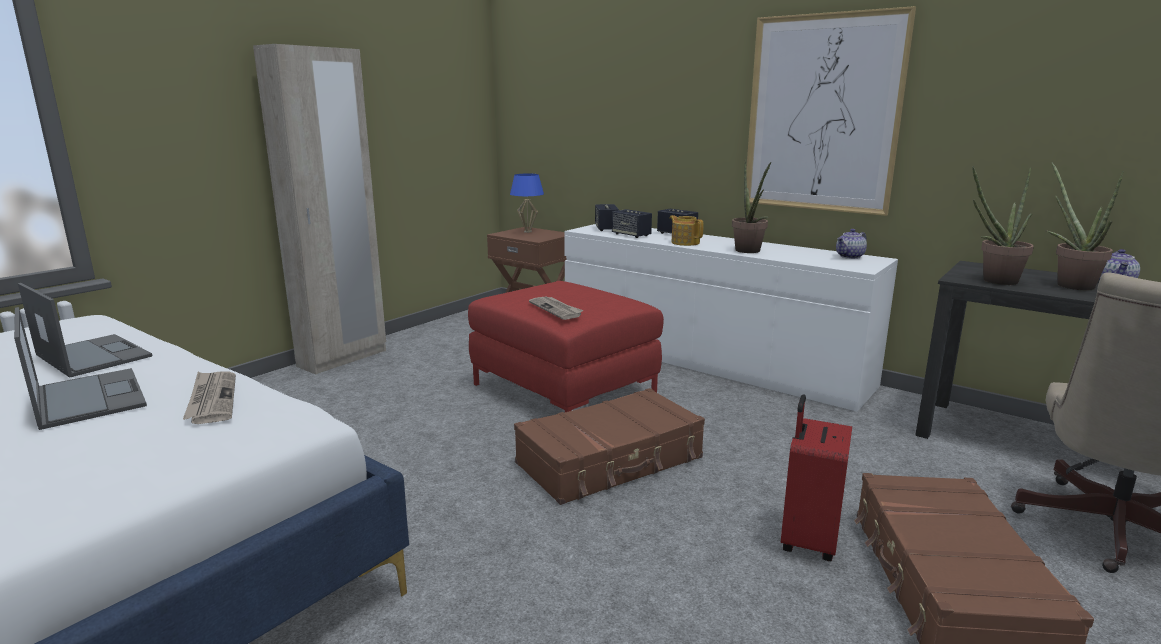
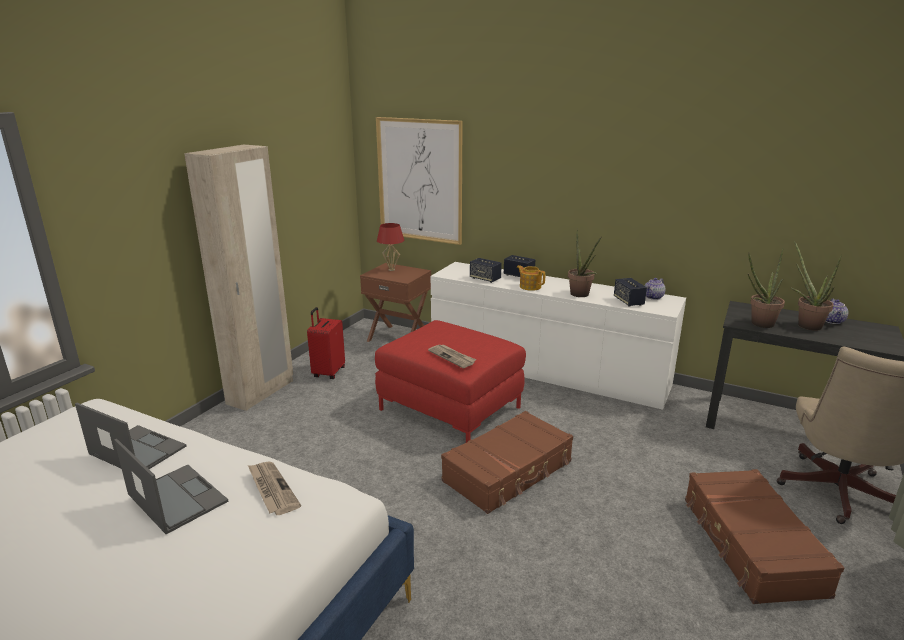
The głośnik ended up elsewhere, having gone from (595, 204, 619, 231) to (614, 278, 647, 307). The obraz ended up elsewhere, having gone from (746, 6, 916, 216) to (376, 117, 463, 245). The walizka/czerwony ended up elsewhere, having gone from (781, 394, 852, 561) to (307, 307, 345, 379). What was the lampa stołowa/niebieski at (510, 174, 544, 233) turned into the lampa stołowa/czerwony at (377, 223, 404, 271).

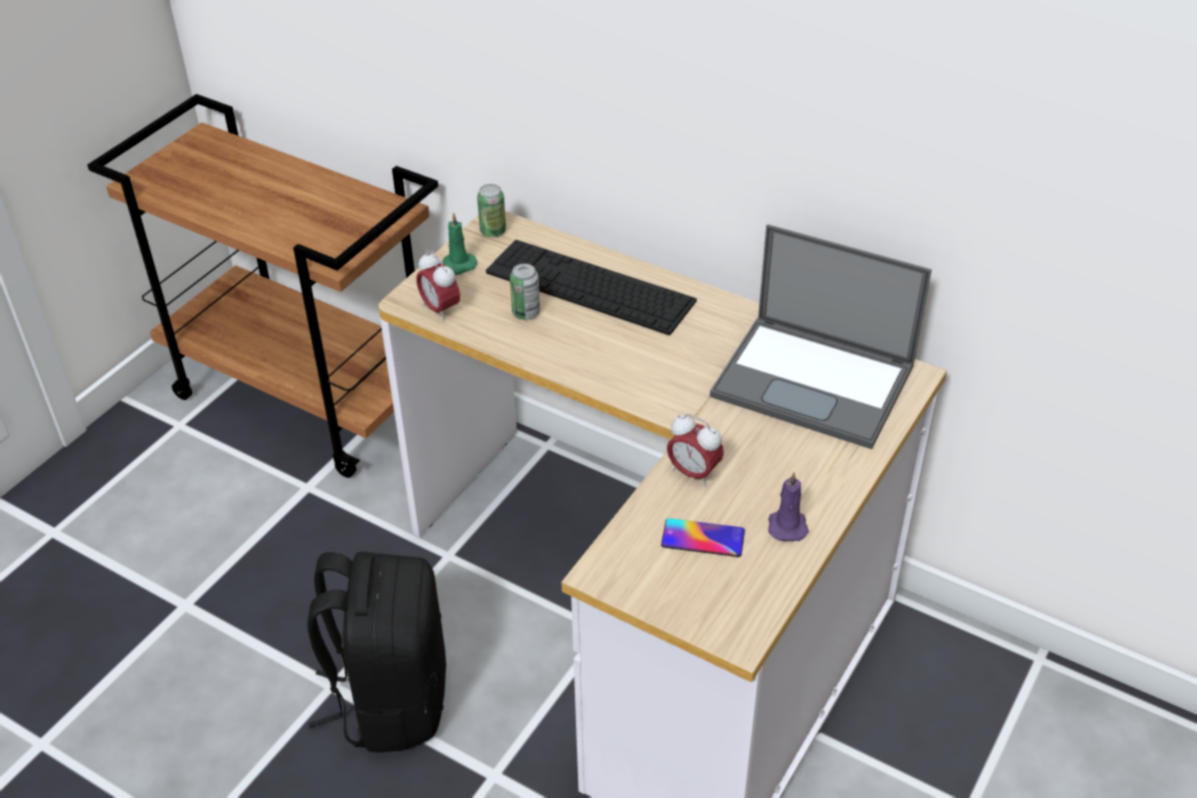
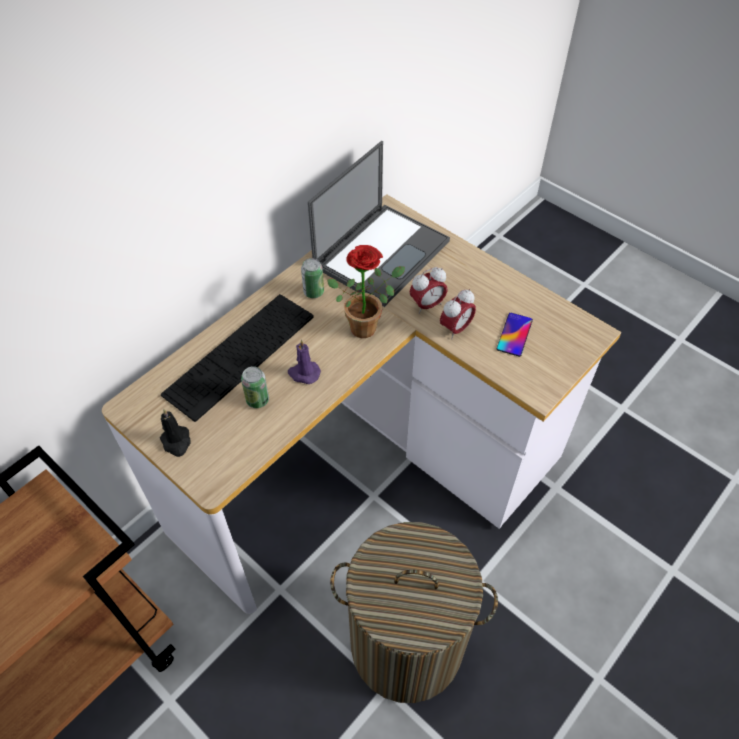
The second view gained the roślina doniczkowa at (327, 245, 405, 338). The budzik ended up elsewhere, having gone from (417, 251, 460, 321) to (410, 267, 448, 314). The puszka ended up elsewhere, having gone from (477, 184, 506, 237) to (301, 258, 324, 298). The świeca/fioletowy ended up elsewhere, having gone from (768, 472, 809, 541) to (288, 340, 321, 384). Where the plecak/czarny stood at (308, 552, 446, 752), the kosz na pranie came to stand at (330, 522, 498, 703). What was the świeca/zielony at (443, 213, 477, 275) turned into the świeca/czarny at (160, 409, 191, 457).

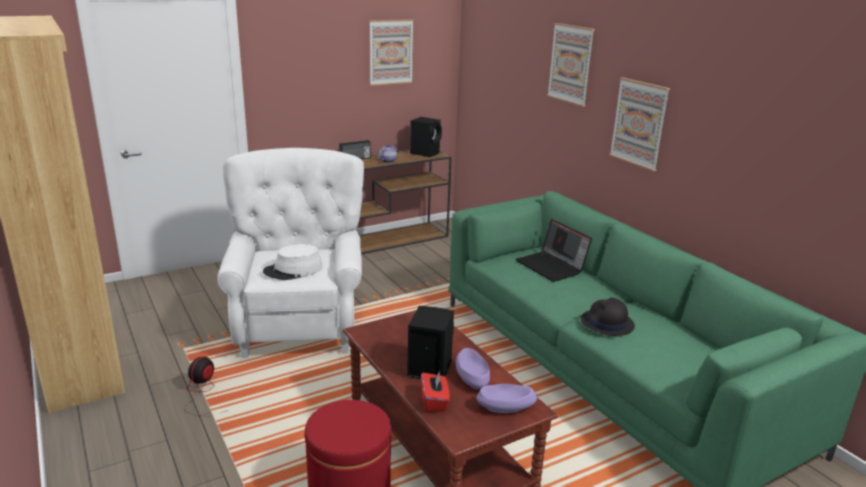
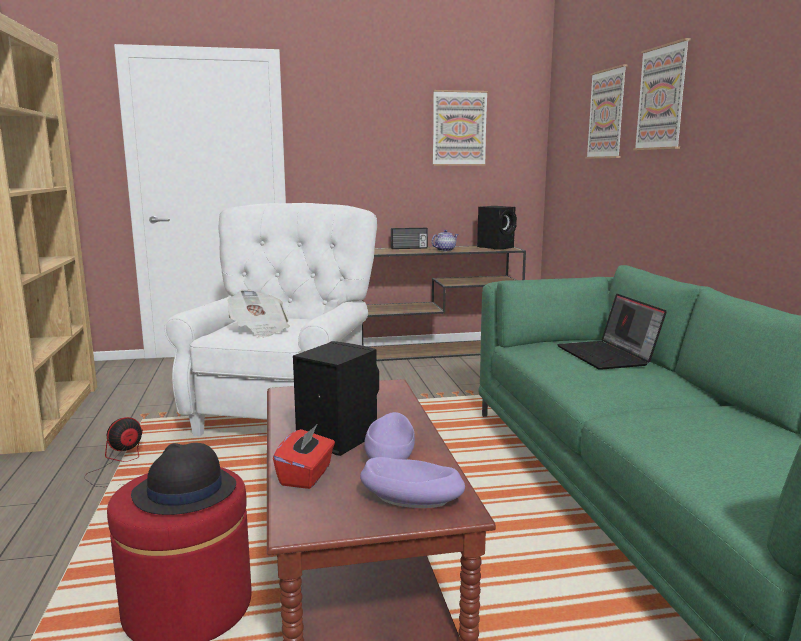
The kapelusz/czarny ended up elsewhere, having gone from (581, 298, 635, 336) to (131, 443, 236, 515). The obraz ended up elsewhere, having gone from (609, 77, 670, 171) to (585, 64, 628, 159). Where the kapelusz/biały stood at (263, 244, 323, 280), the gazeta came to stand at (227, 289, 290, 337).

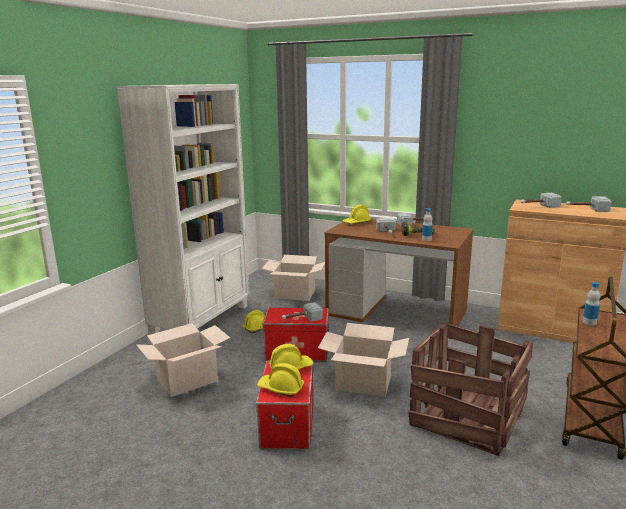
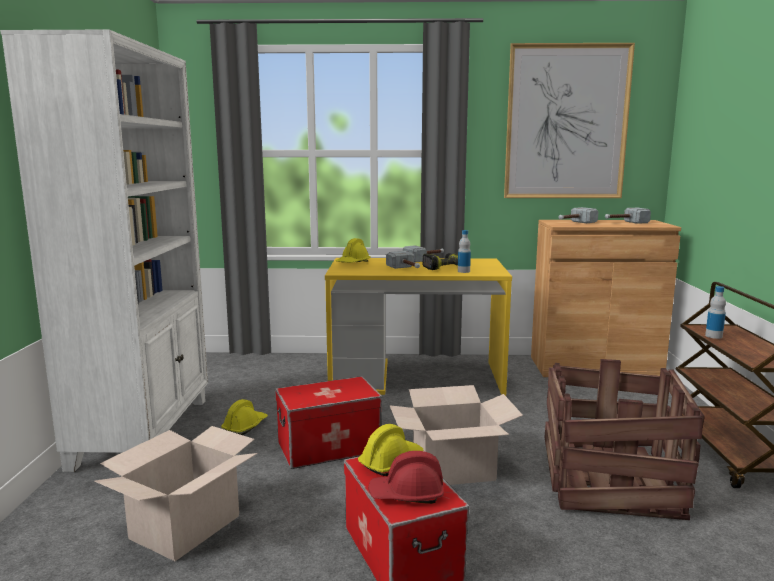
The second view lost the karton at (261, 255, 325, 301). The second view lost the młotek at (282, 302, 323, 321). The second view gained the obraz at (504, 43, 635, 198). What was the kask/żółty at (257, 363, 304, 397) turned into the kask/czerwony at (368, 451, 444, 504). What was the biurko/brązowy at (324, 218, 474, 339) turned into the biurko/żółty at (325, 258, 512, 396).

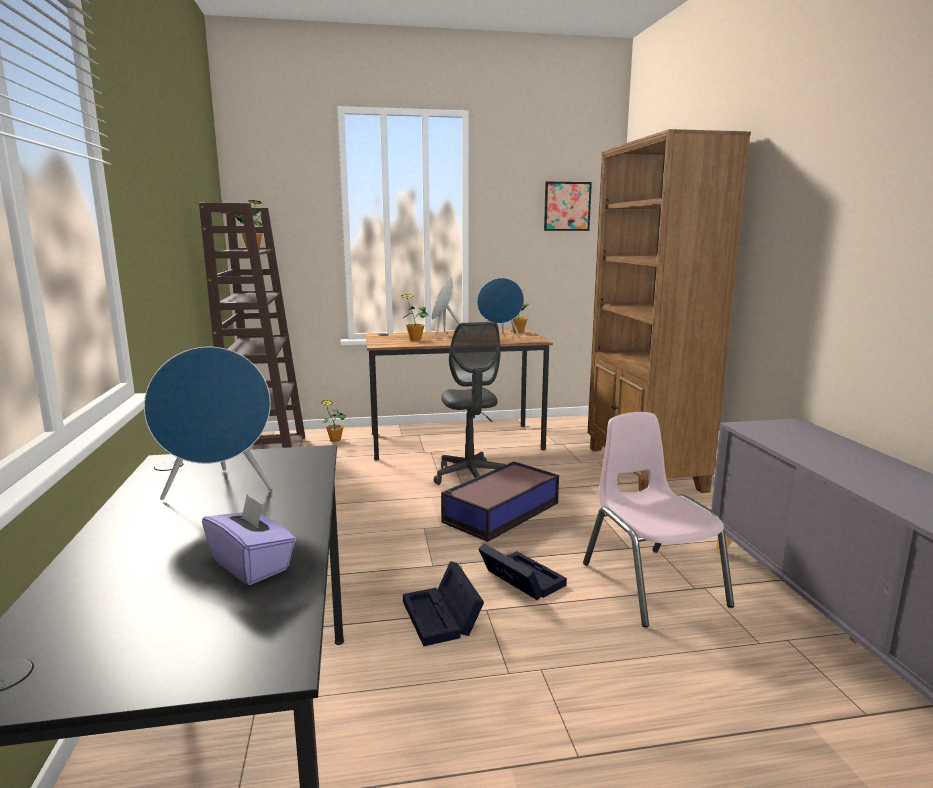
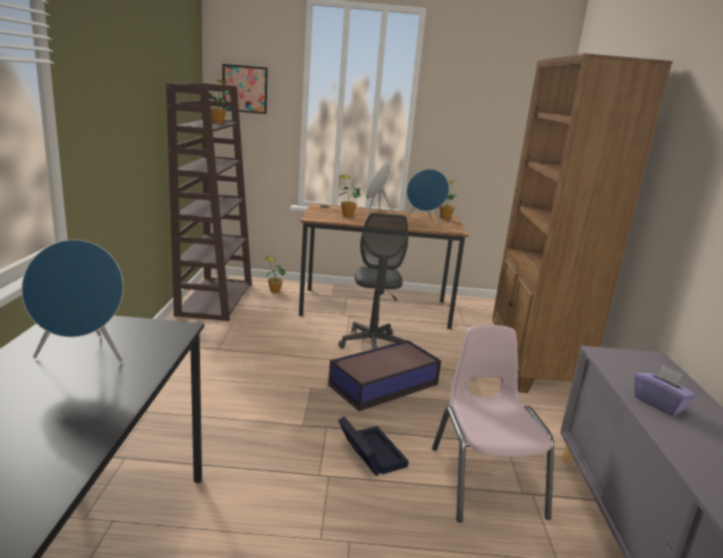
The second view lost the pojemnik do przechowywania/czarny at (403, 561, 484, 647). The pudełko chusteczek/fioletowy ended up elsewhere, having gone from (202, 494, 296, 585) to (635, 365, 696, 416). The obraz ended up elsewhere, having gone from (544, 182, 592, 231) to (223, 64, 268, 114).

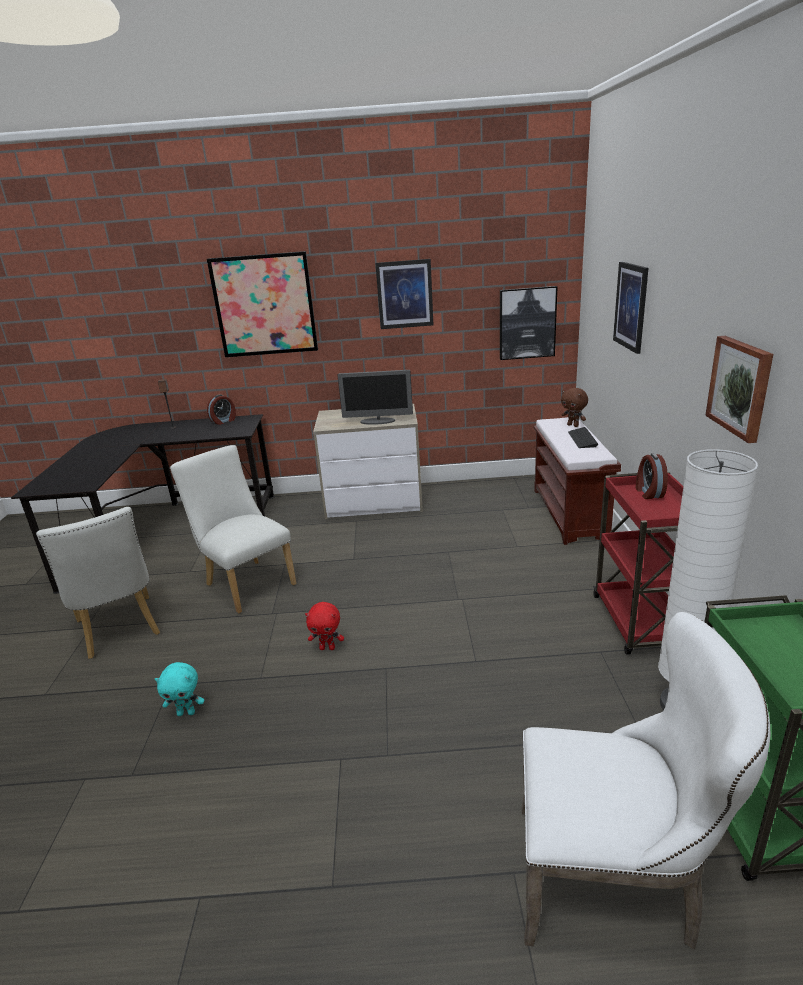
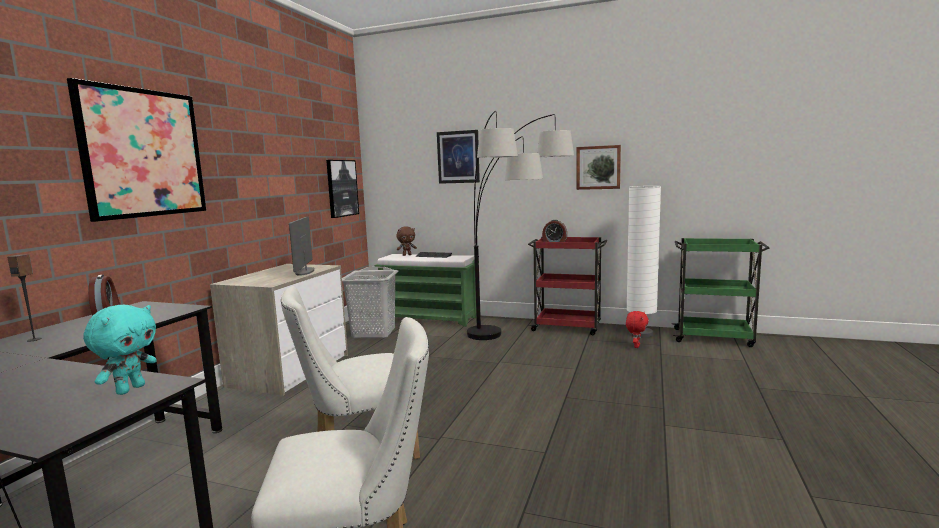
The second view lost the obraz at (375, 259, 434, 329). The second view lost the krzesło/biały at (522, 612, 770, 949). The second view gained the kosz na pranie/szary at (342, 267, 399, 338). The second view gained the lampa stojąca at (467, 111, 574, 340). The pluszak/turkusowy ended up elsewhere, having gone from (155, 662, 204, 716) to (83, 305, 157, 395). The pluszak/czerwony ended up elsewhere, having gone from (305, 602, 344, 650) to (626, 311, 649, 348). What was the ławka/brązowy at (534, 417, 621, 545) turned into the ławka/zielony at (374, 254, 476, 327). The monitor at (337, 370, 413, 425) ended up facing another way, 150 degrees clockwise from before.

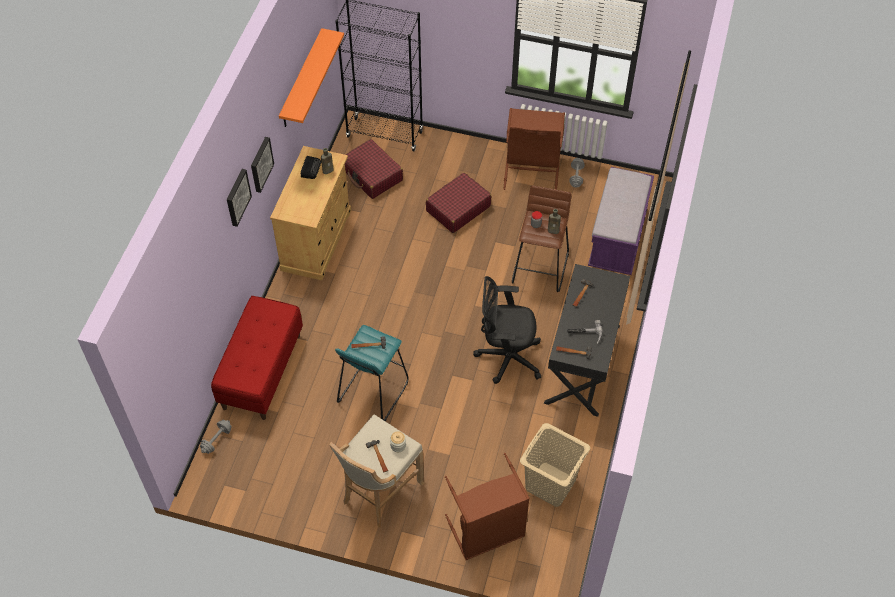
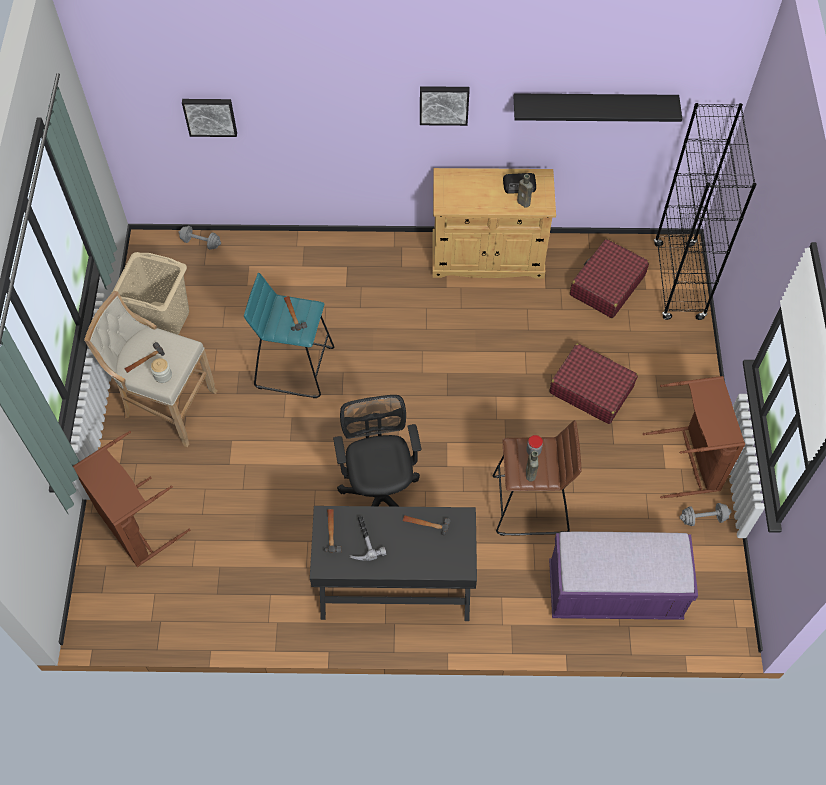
The second view lost the ławka/czerwony at (211, 296, 303, 420). The obraz ended up elsewhere, having gone from (227, 169, 252, 227) to (182, 99, 237, 137). The kosz na pranie/beżowy ended up elsewhere, having gone from (520, 423, 590, 507) to (111, 252, 189, 335). What was the półka/pomarańczowy at (279, 28, 344, 127) turned into the półka/czarny at (514, 93, 682, 122).

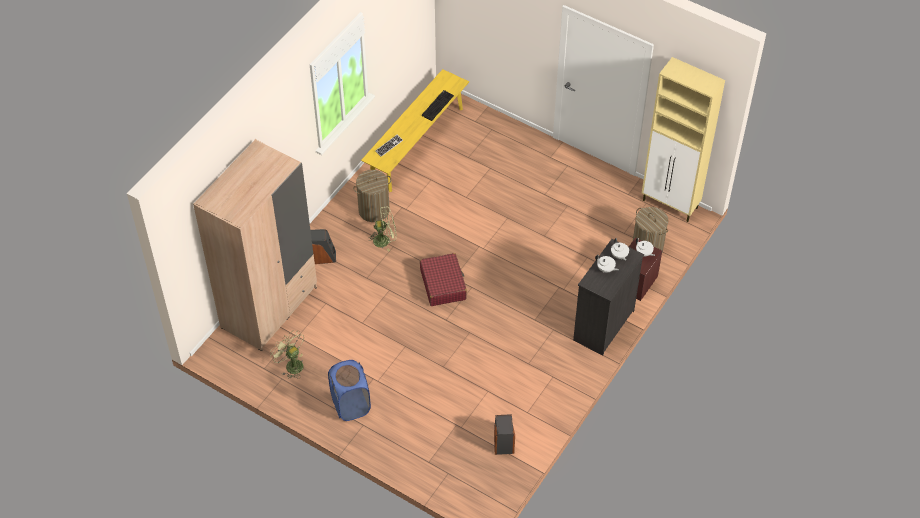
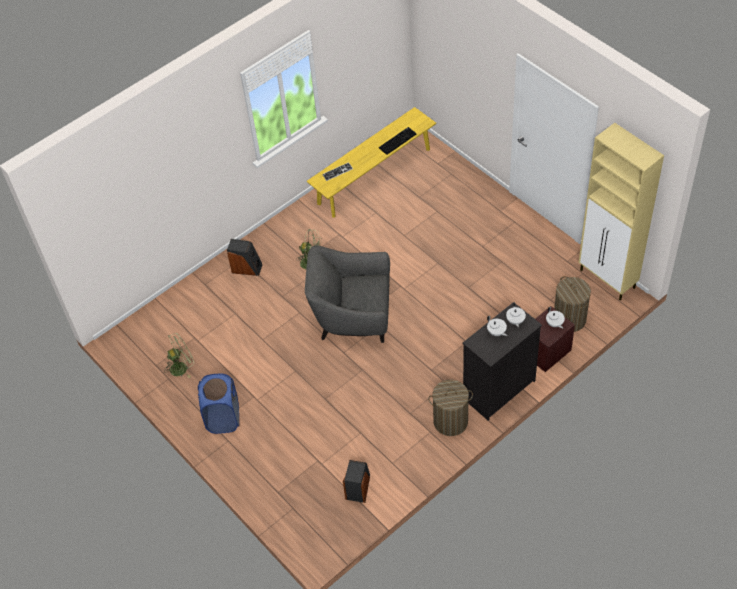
The second view lost the szafa/beżowy at (193, 139, 317, 351). The kosz na pranie ended up elsewhere, having gone from (353, 170, 391, 222) to (428, 380, 473, 436). Where the walizka/czerwony stood at (420, 253, 467, 306), the fotel/szary came to stand at (305, 245, 390, 343). The wentylator/zielony at (270, 331, 304, 379) ended up facing another way, 90 degrees clockwise from before.

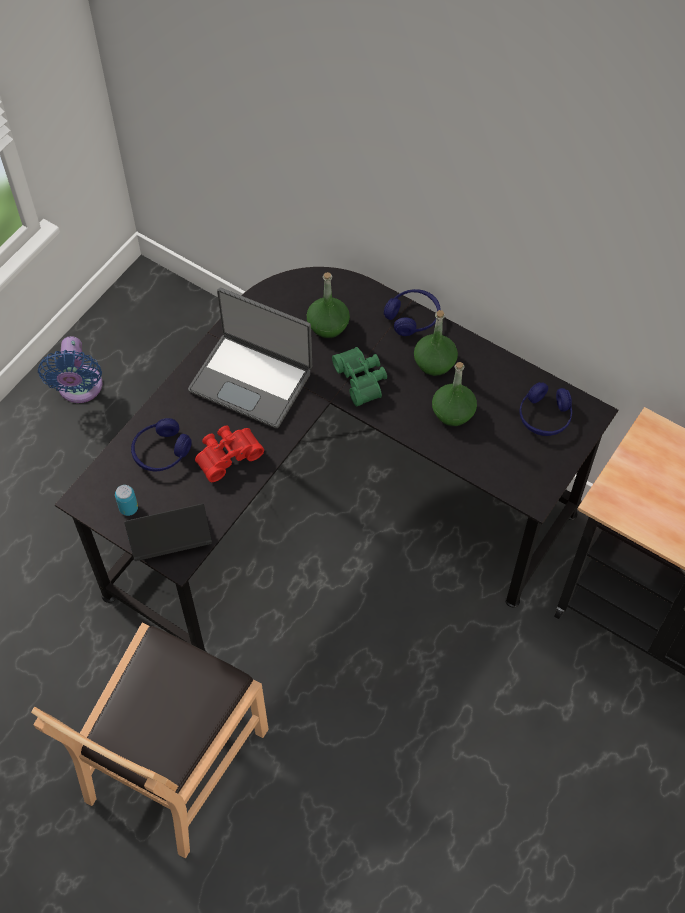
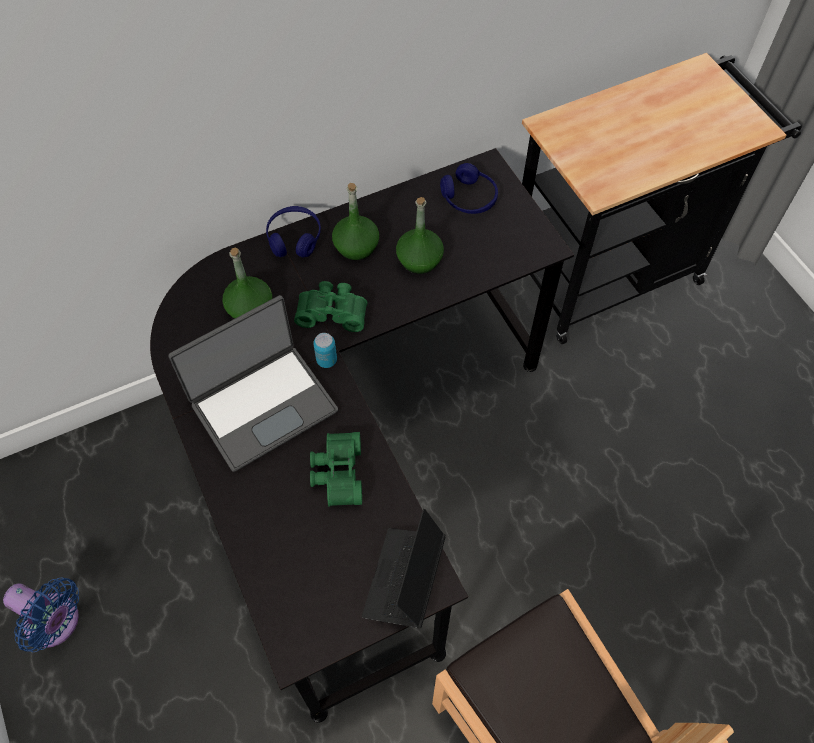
The second view lost the słuchawki/niebieski at (131, 418, 191, 471). The puszka ended up elsewhere, having gone from (115, 485, 138, 516) to (313, 333, 337, 368). What was the lornetka/czerwony at (195, 425, 264, 482) turned into the lornetka/zielony at (310, 432, 362, 506).

